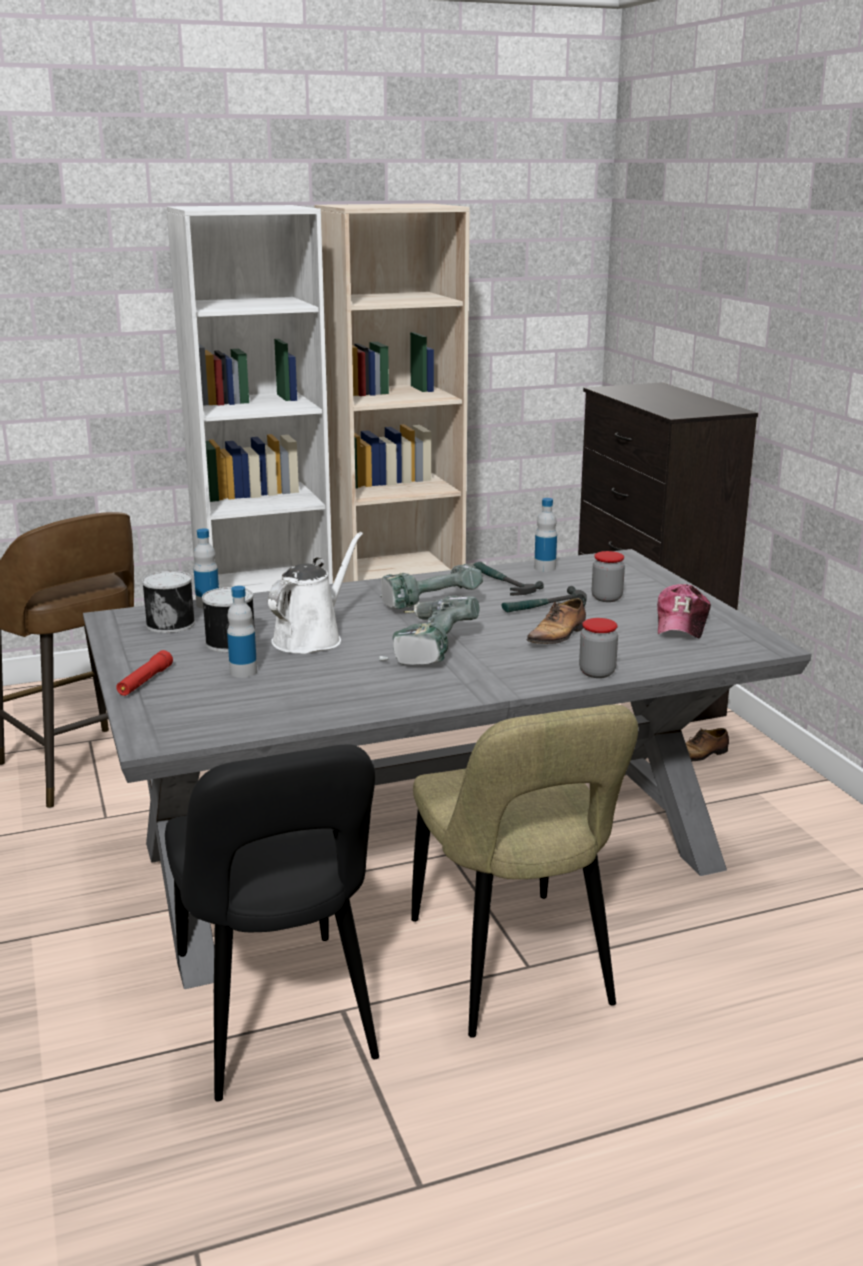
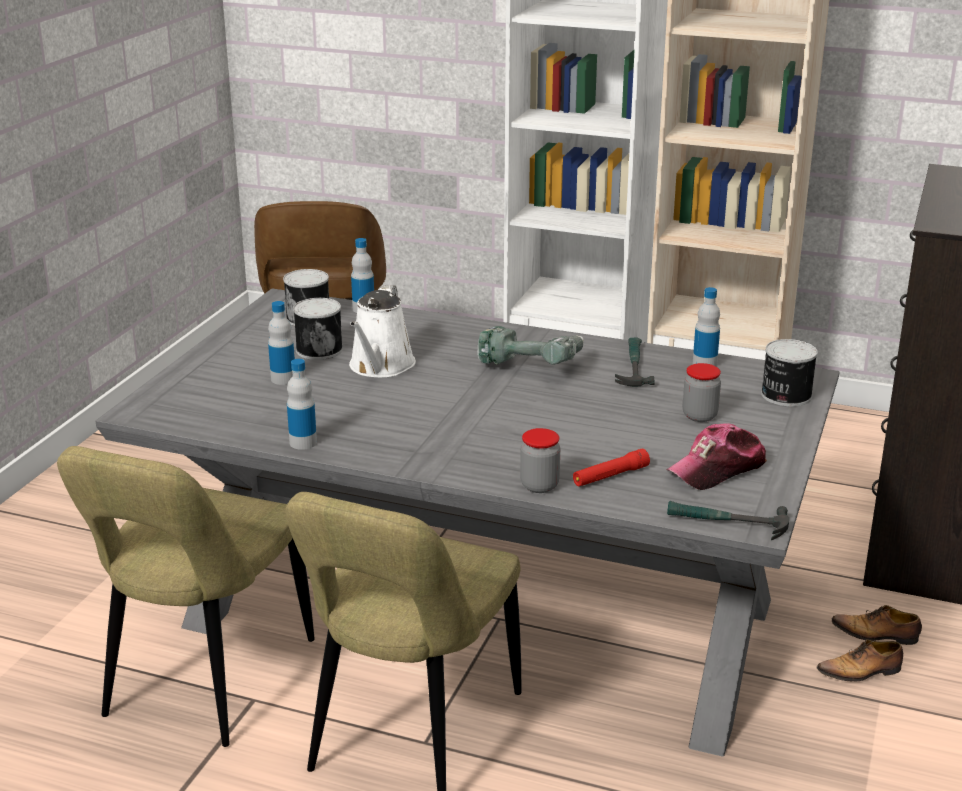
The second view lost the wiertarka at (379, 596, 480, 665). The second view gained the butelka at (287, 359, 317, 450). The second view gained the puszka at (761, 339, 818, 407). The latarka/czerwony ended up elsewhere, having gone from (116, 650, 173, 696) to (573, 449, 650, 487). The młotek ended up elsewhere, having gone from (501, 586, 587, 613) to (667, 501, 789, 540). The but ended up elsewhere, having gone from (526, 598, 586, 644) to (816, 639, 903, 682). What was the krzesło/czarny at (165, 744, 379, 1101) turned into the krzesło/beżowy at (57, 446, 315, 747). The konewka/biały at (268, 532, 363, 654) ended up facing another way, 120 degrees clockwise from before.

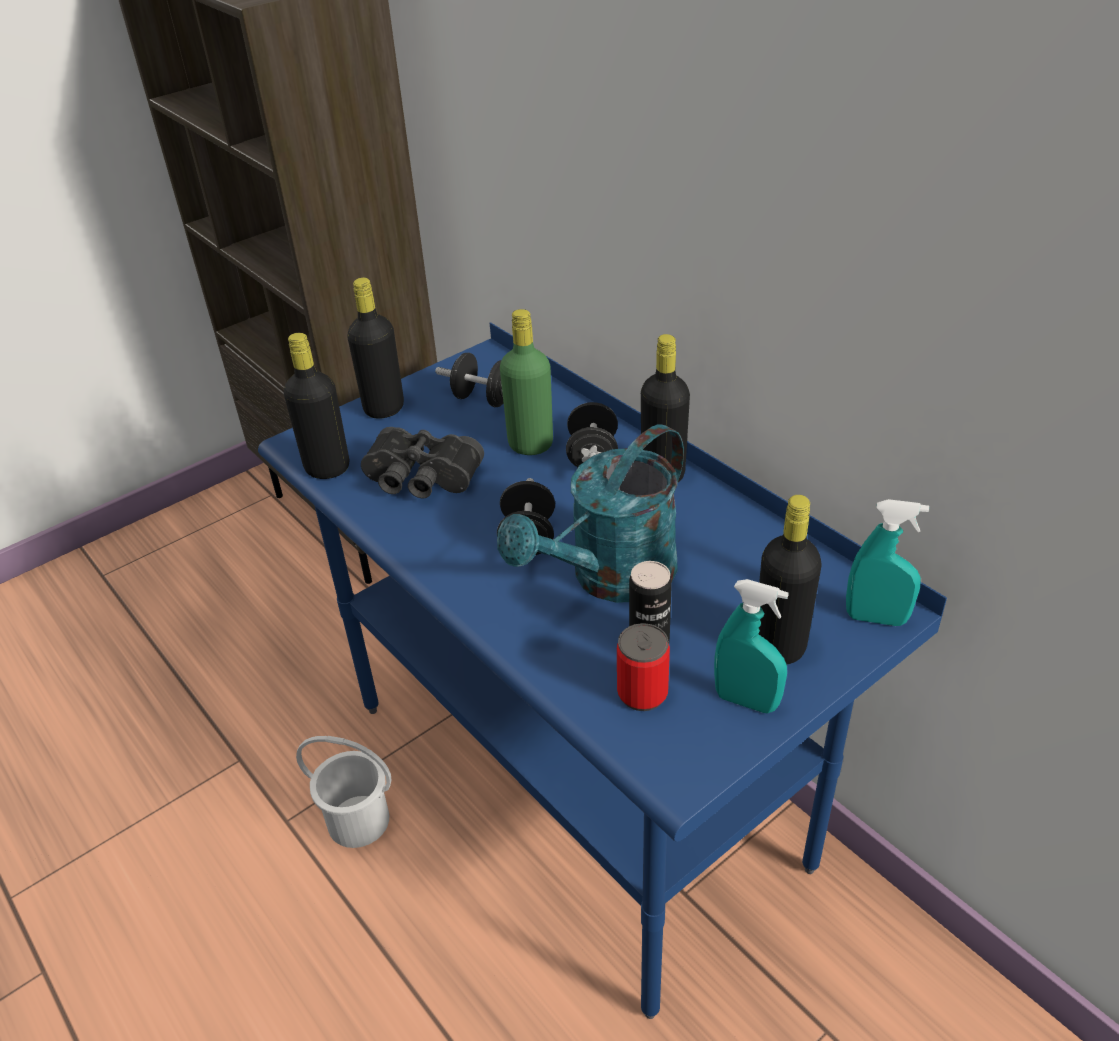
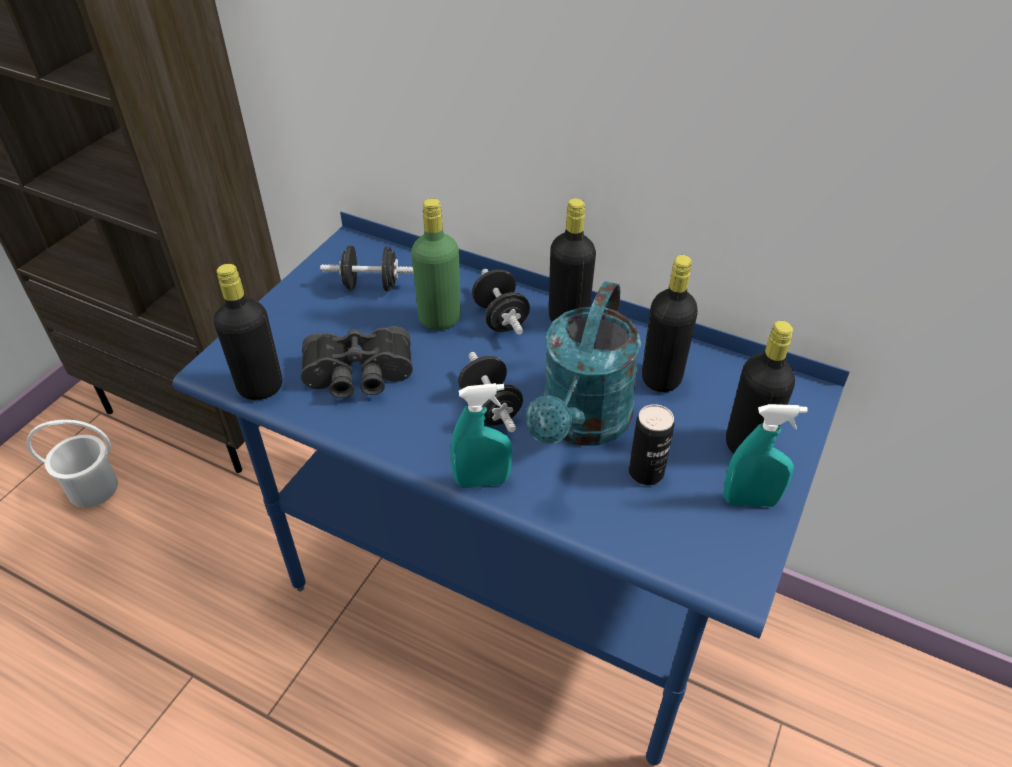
The second view lost the puszka at (617, 623, 670, 711). The wiadro/biały ended up elsewhere, having gone from (296, 736, 391, 848) to (27, 419, 118, 508). The butelka/czarny ended up elsewhere, having gone from (347, 278, 404, 419) to (642, 255, 698, 392). The spryskiwacz/turkusowy ended up elsewhere, having gone from (846, 499, 929, 626) to (450, 383, 513, 488).

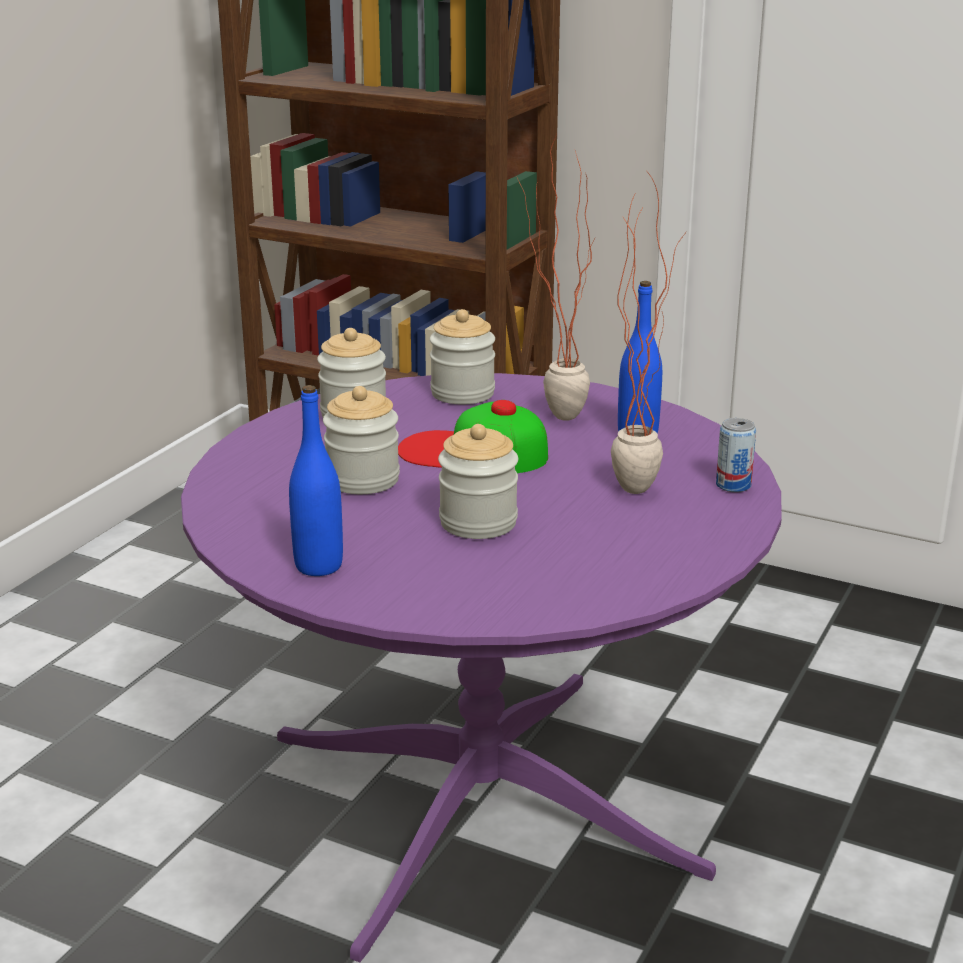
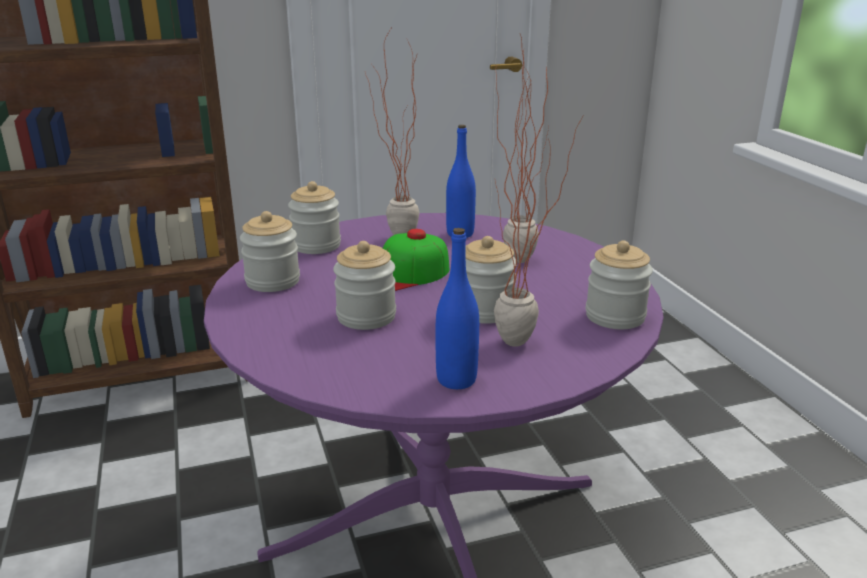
The second view lost the puszka at (716, 418, 756, 492). The second view gained the roślina doniczkowa at (494, 68, 584, 347). The second view gained the słoik at (586, 240, 653, 329).

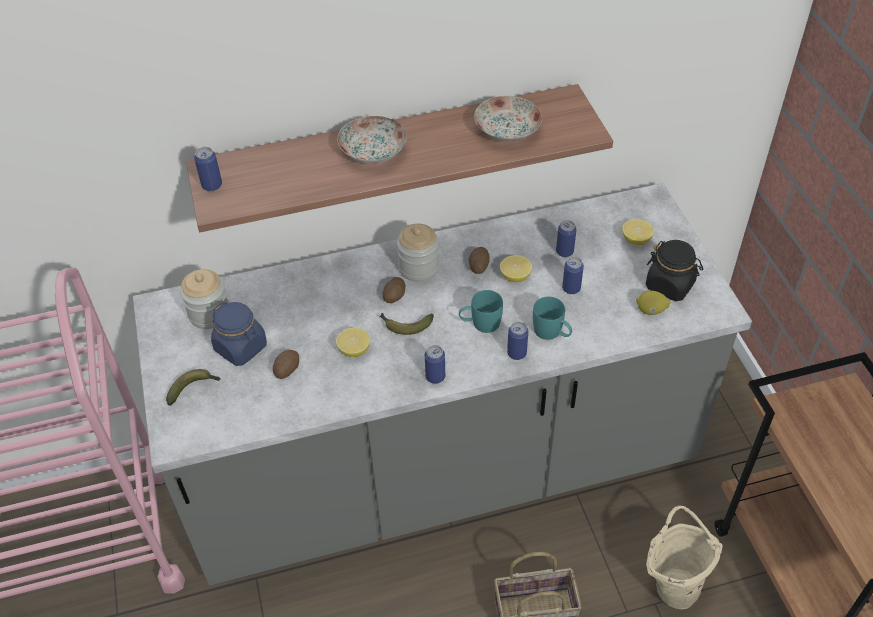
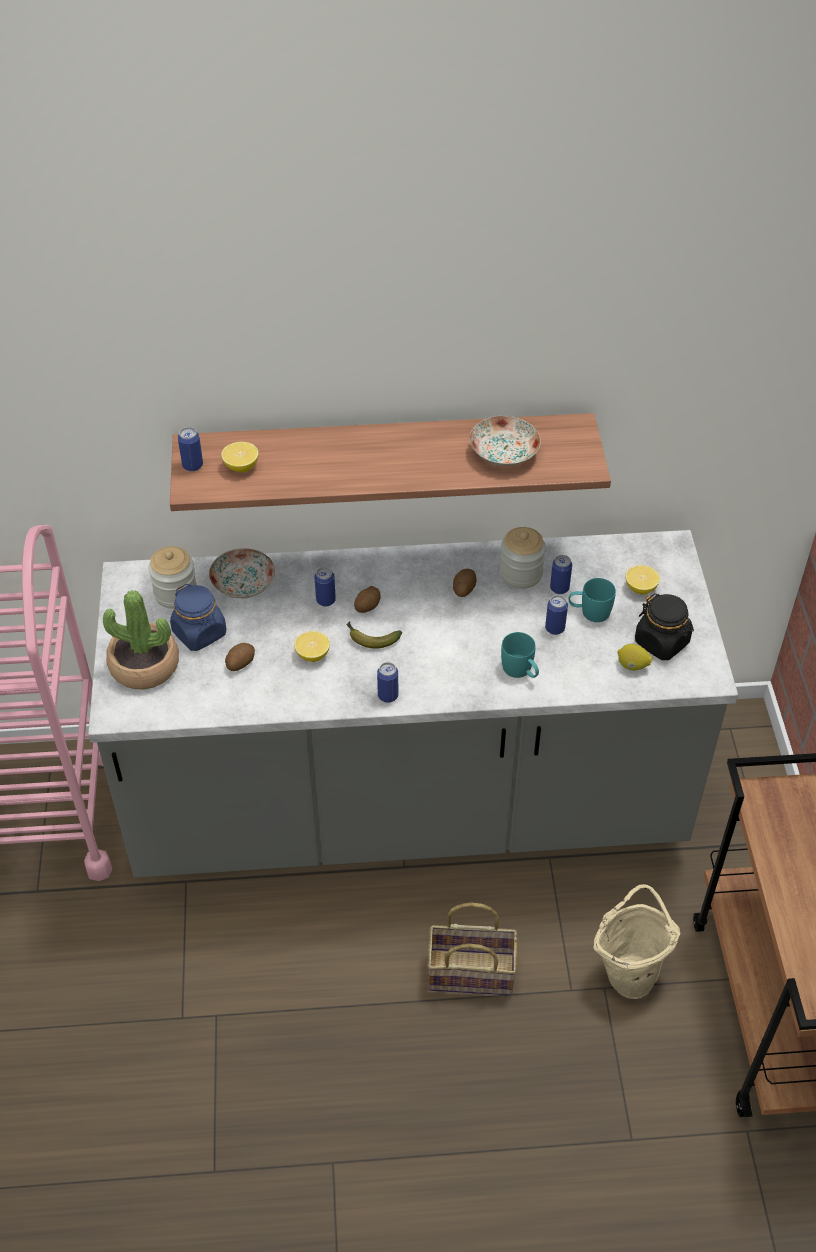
The talerz ended up elsewhere, having gone from (337, 116, 407, 164) to (209, 548, 275, 599). The słoik ended up elsewhere, having gone from (397, 224, 439, 282) to (500, 527, 546, 589). The kubek/turkusowy ended up elsewhere, having gone from (459, 290, 503, 333) to (569, 578, 616, 622). The cytryna ended up elsewhere, having gone from (500, 255, 532, 282) to (221, 442, 259, 472). The puszka ended up elsewhere, having gone from (507, 322, 528, 360) to (314, 567, 336, 607). Where the banan stood at (166, 369, 220, 406), the roślina doniczkowa came to stand at (103, 590, 179, 689).

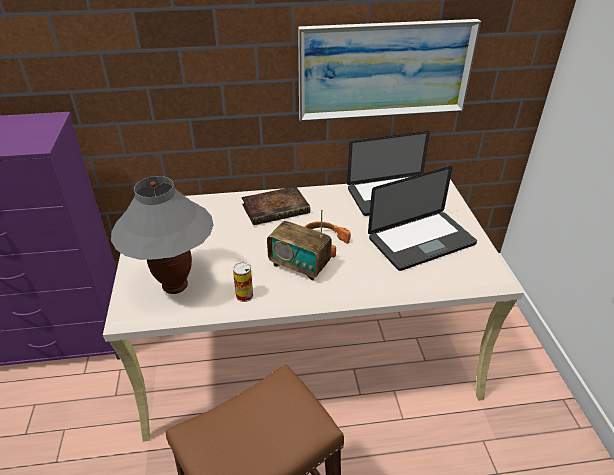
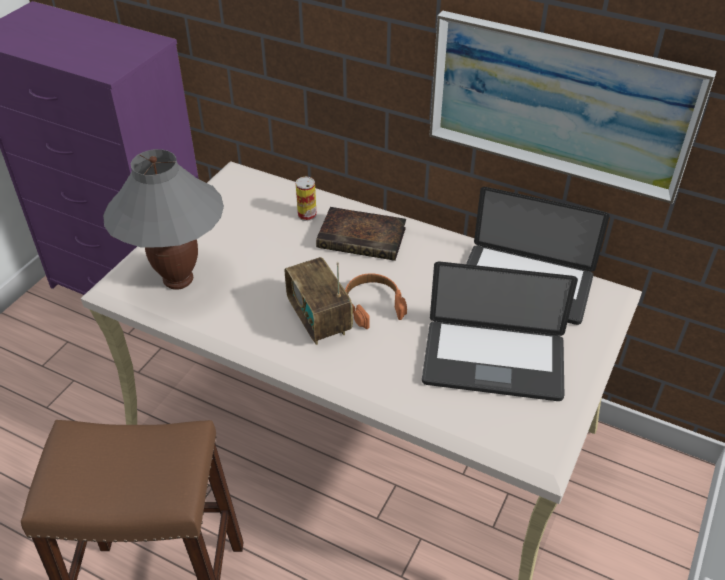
The puszka ended up elsewhere, having gone from (233, 262, 253, 302) to (296, 177, 317, 221).

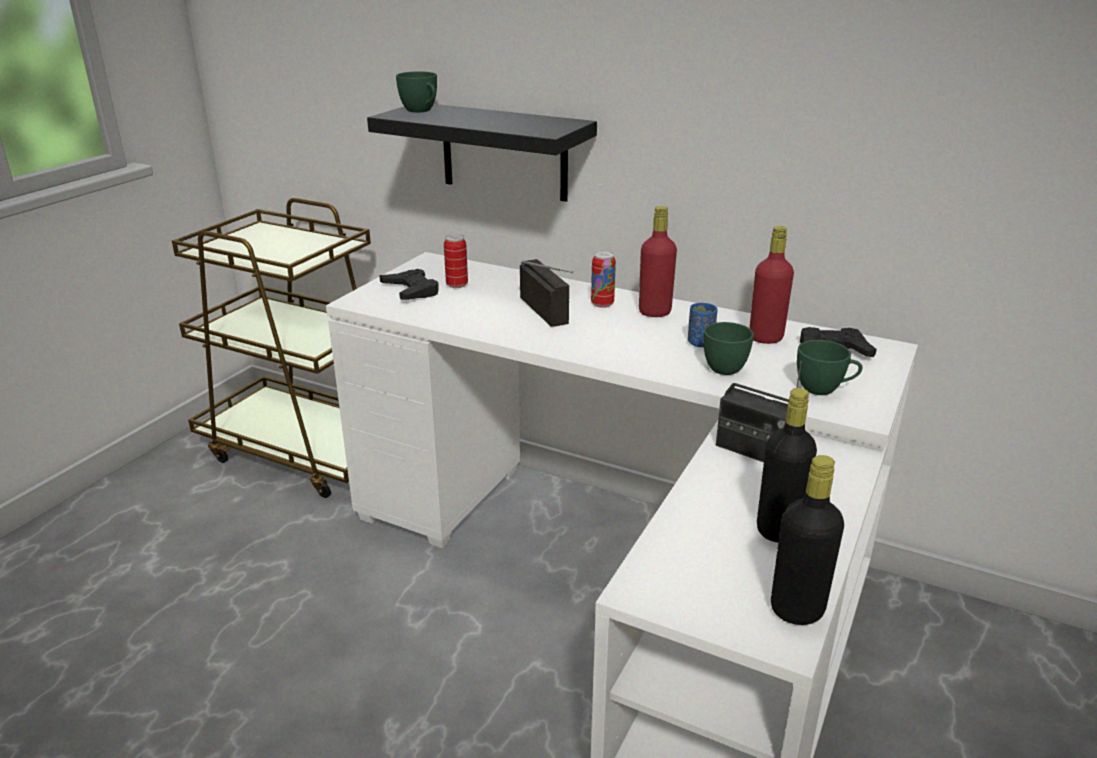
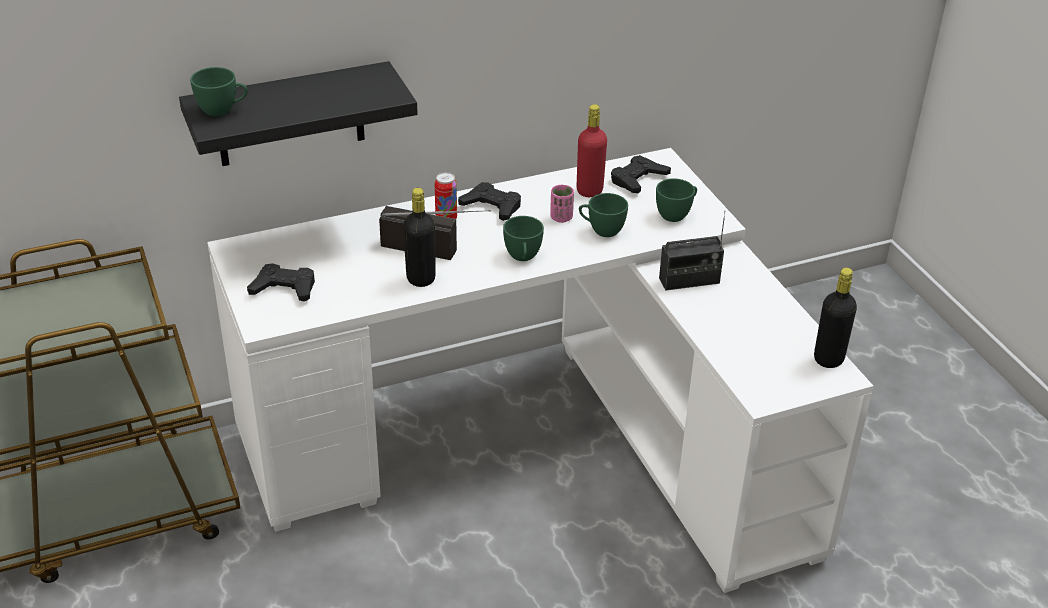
The second view lost the puszka at (444, 234, 468, 288). The second view gained the filiżanka/zielony at (503, 216, 544, 261). The butelka/czarny ended up elsewhere, having gone from (757, 388, 817, 542) to (403, 188, 436, 287). Where the butelka/czerwony stood at (639, 206, 677, 317), the pad do gier/czarny came to stand at (458, 182, 521, 221). What was the filiżanka/niebieski at (688, 303, 718, 347) turned into the filiżanka/różowy at (551, 185, 574, 223).

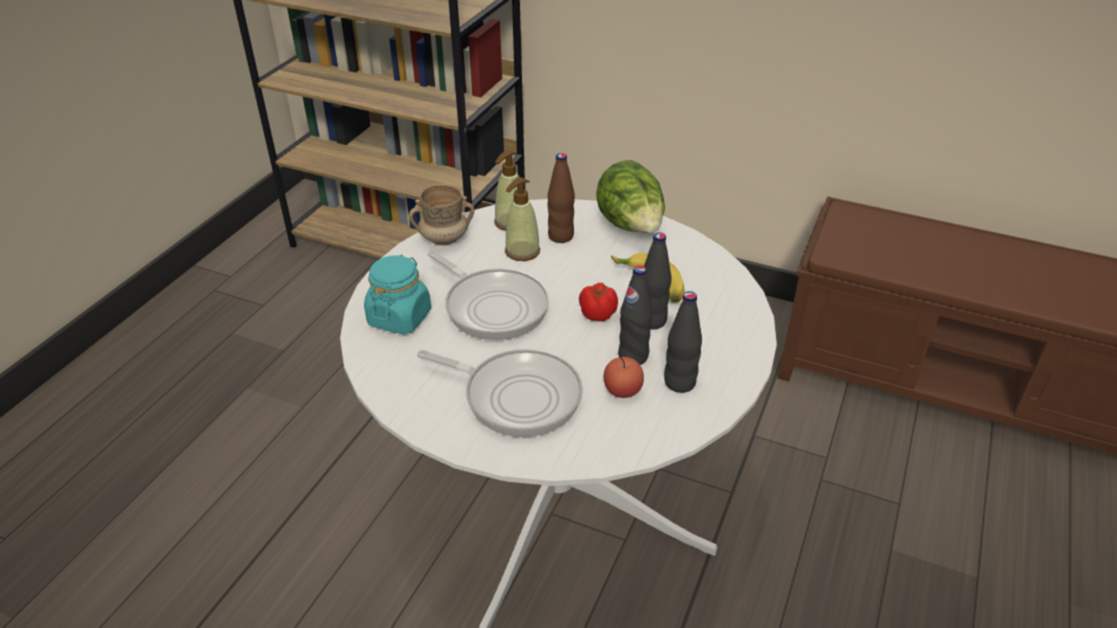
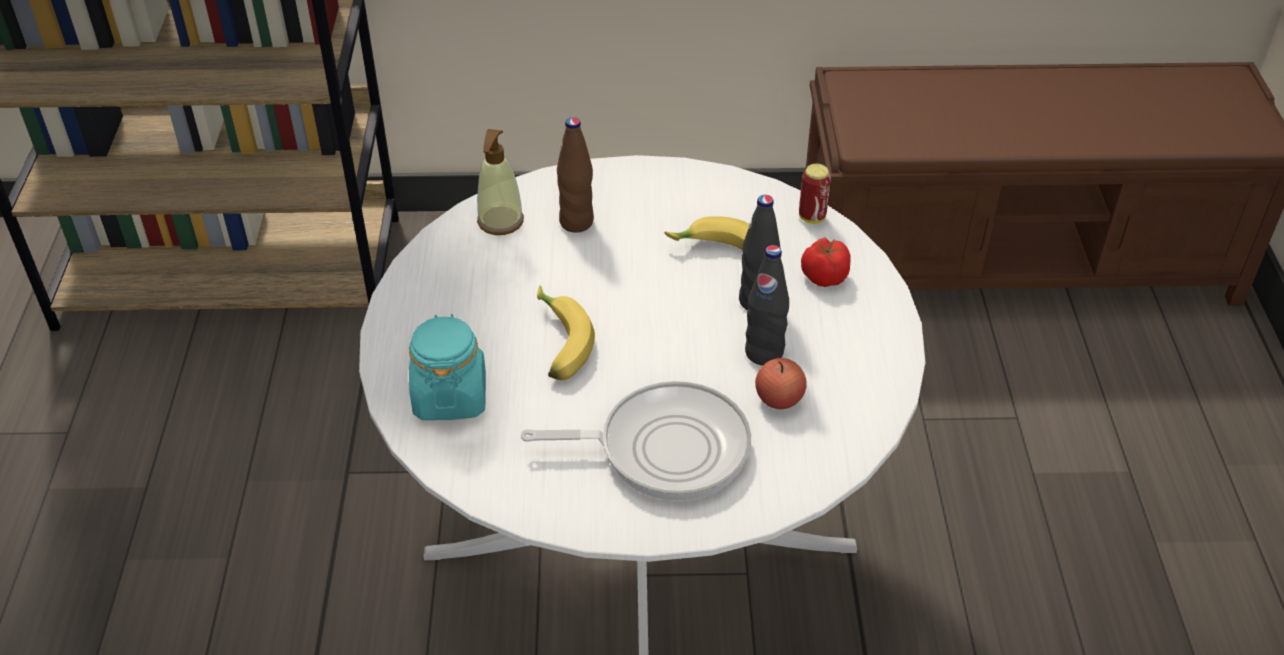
The second view lost the kubek/beżowy at (409, 184, 474, 246). The second view lost the dozownik mydła at (505, 177, 540, 261). The second view lost the sałata at (597, 160, 665, 233). The second view lost the butelka/czarny at (664, 291, 702, 393). The second view gained the puszka at (799, 164, 831, 224). The pomidor ended up elsewhere, having gone from (579, 283, 618, 322) to (801, 237, 851, 287). Where the patelnia stood at (428, 250, 549, 340), the banan came to stand at (537, 285, 595, 380).

